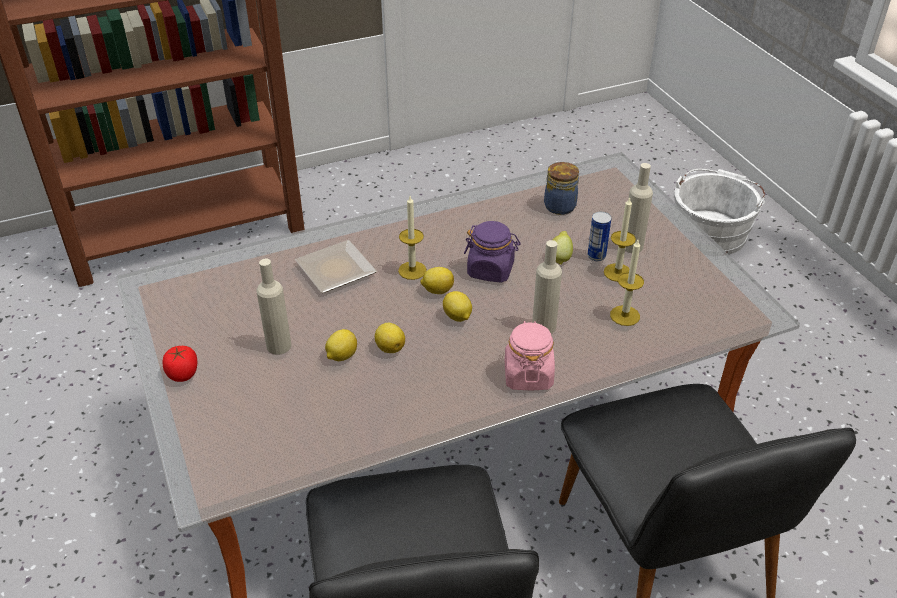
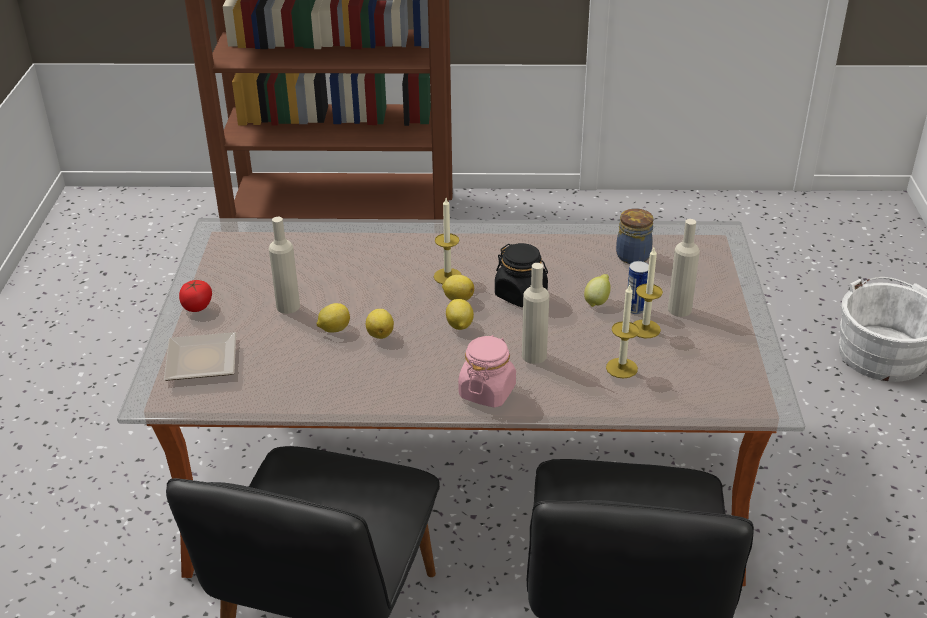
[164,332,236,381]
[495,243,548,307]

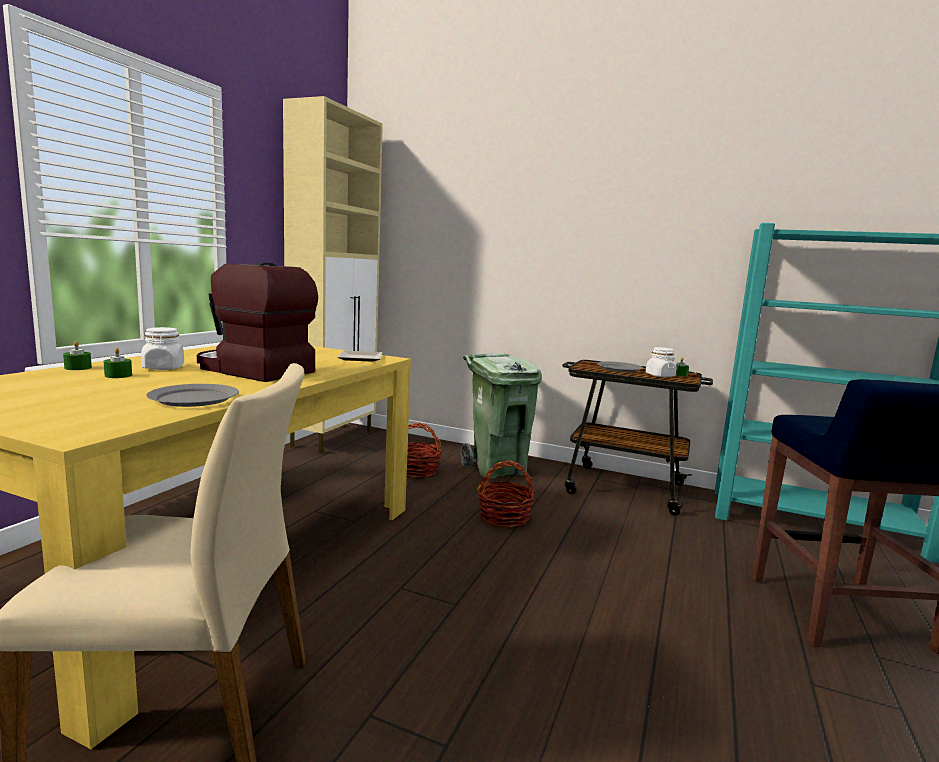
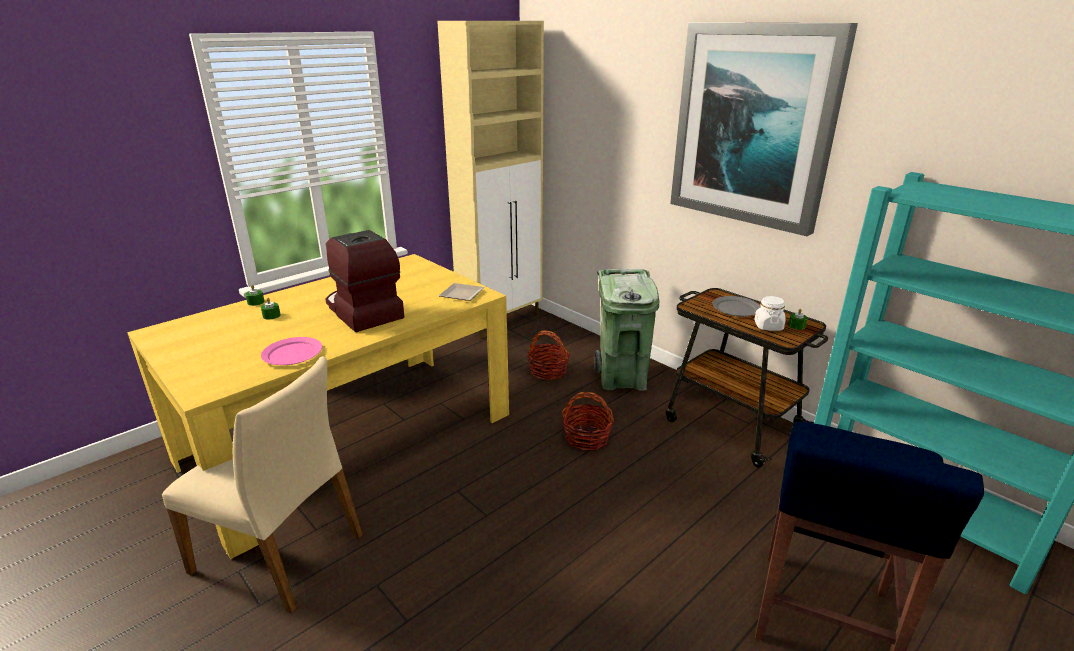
[141,327,184,370] (first image)
[670,23,858,236]
[261,337,322,365]

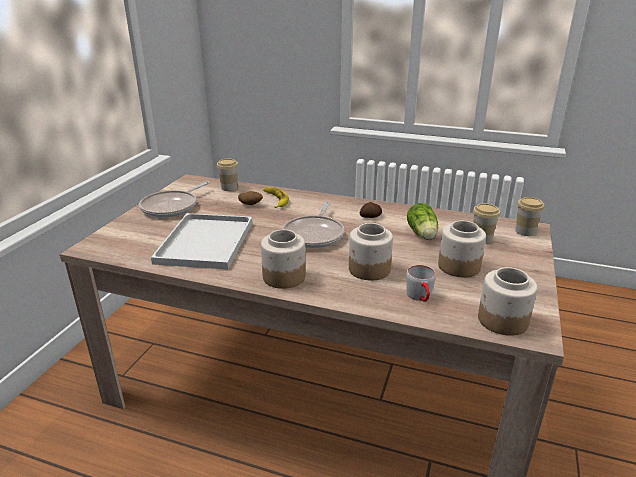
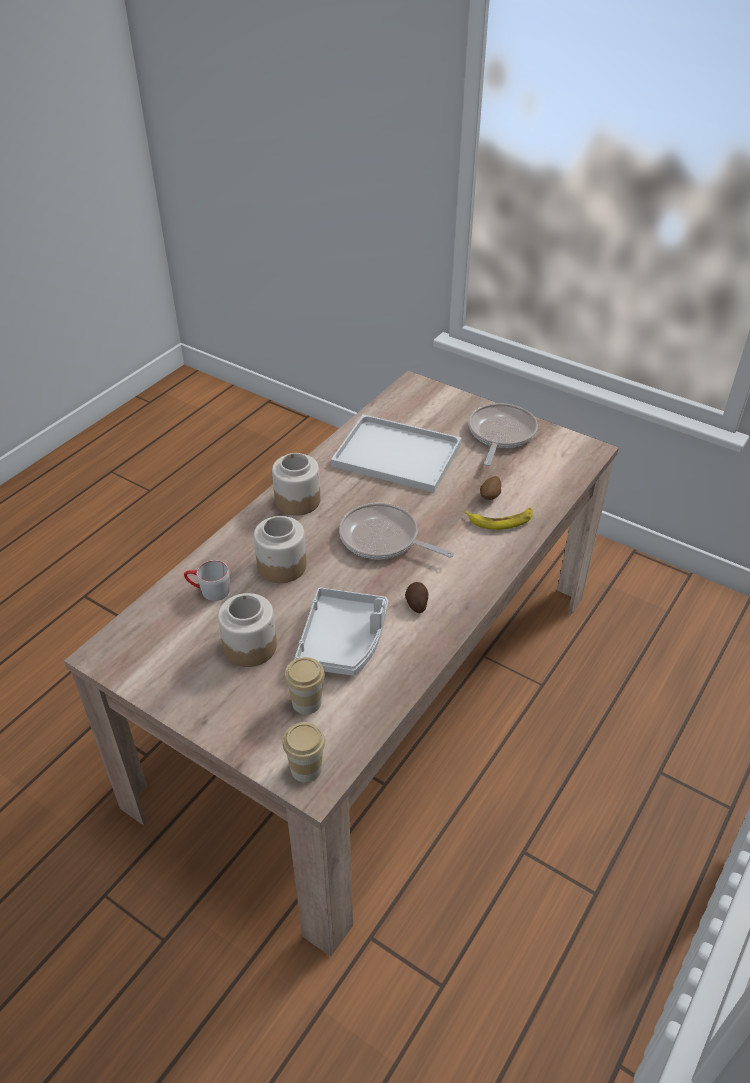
[217,159,238,191] (first image)
[478,267,538,336] (first image)
[294,587,389,676]
[469,403,538,466]

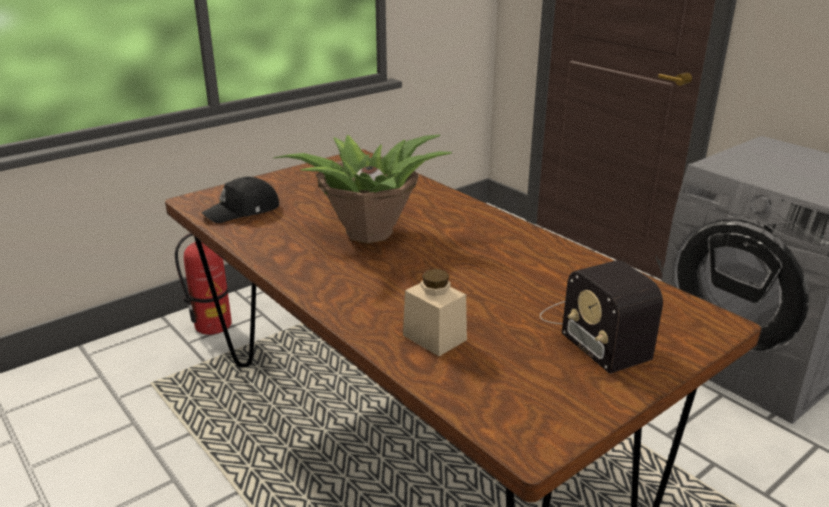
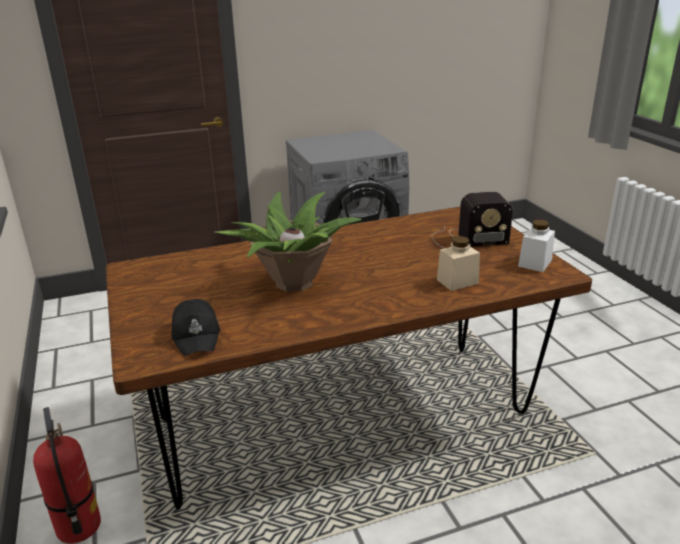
[518,220,555,272]

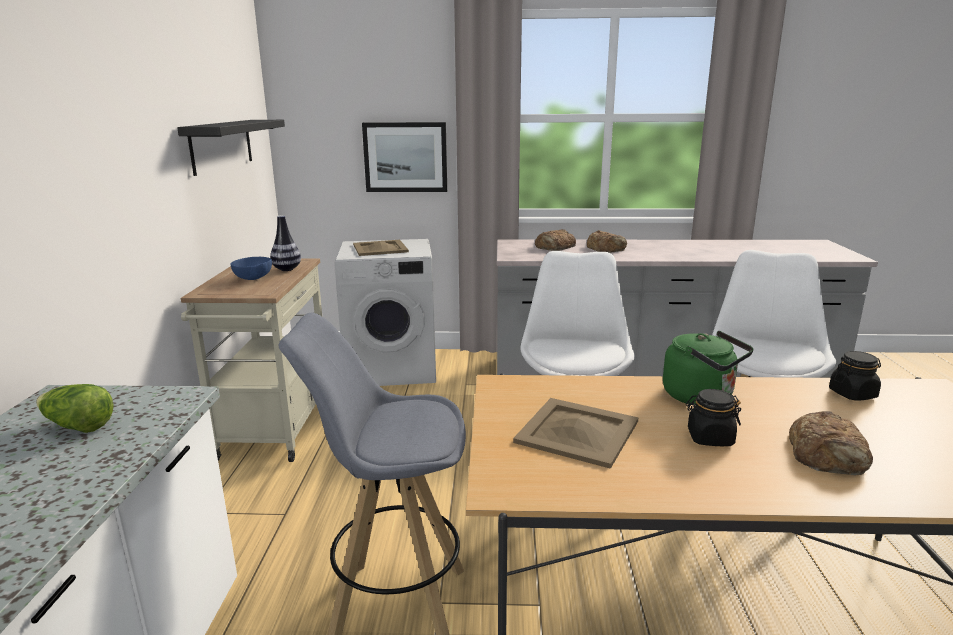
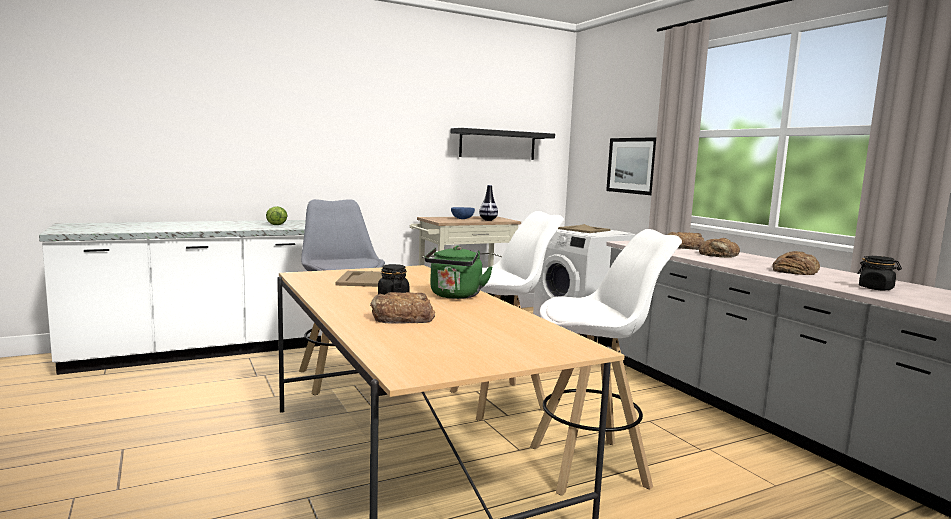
[772,251,820,275]
[857,256,902,290]

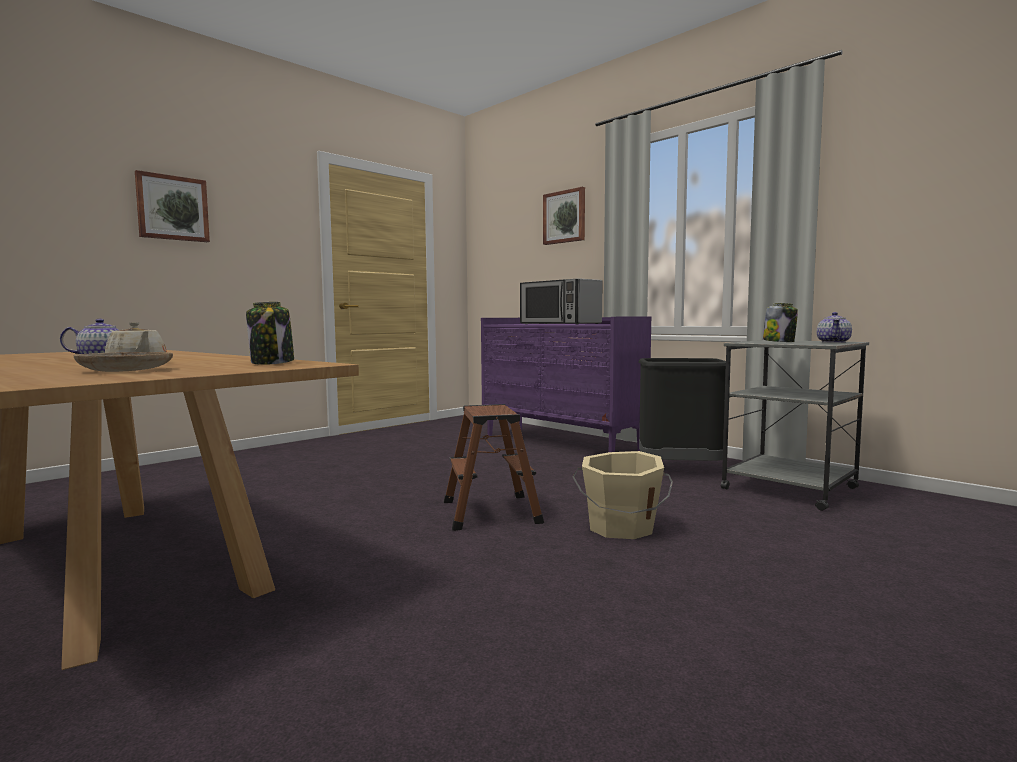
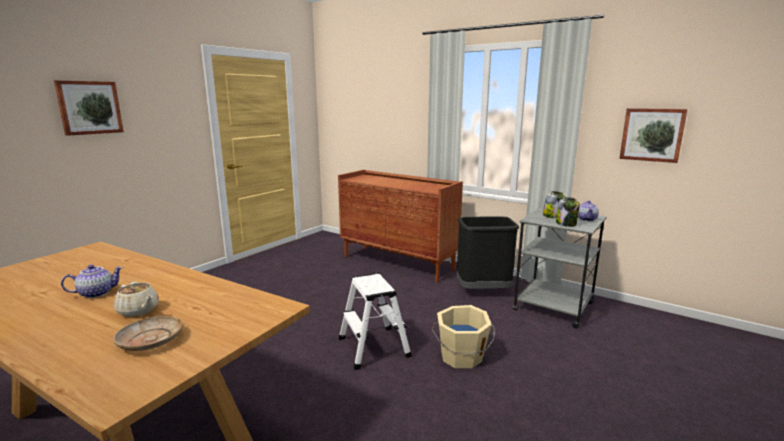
[520,278,602,324] (first image)
[556,197,580,227]
[619,108,688,163]
[338,273,412,370]
[338,170,463,282]

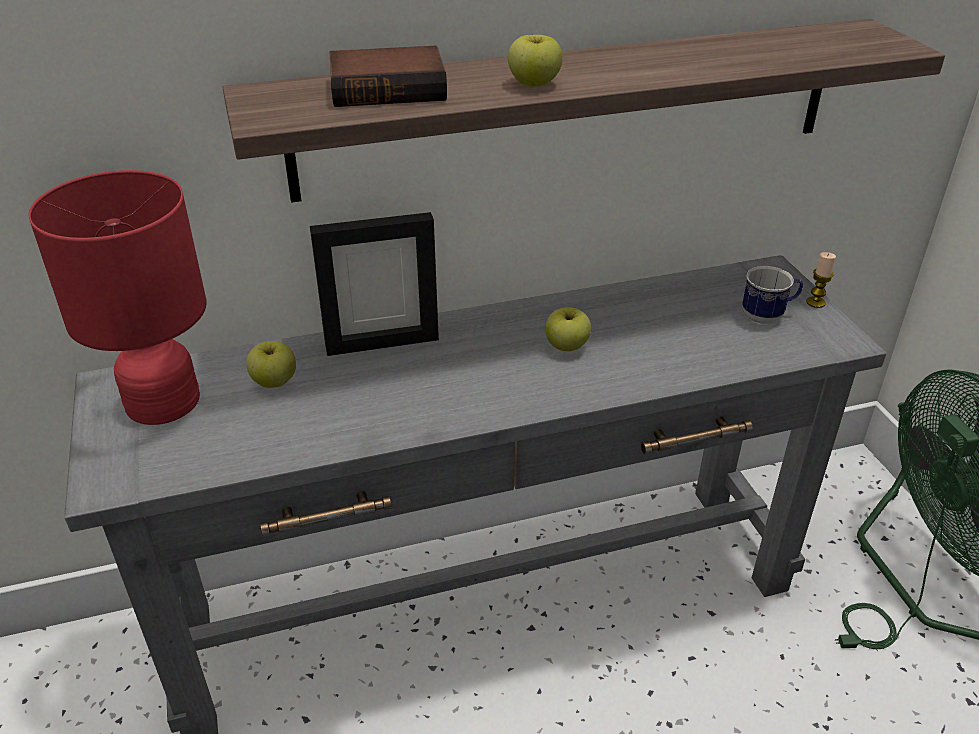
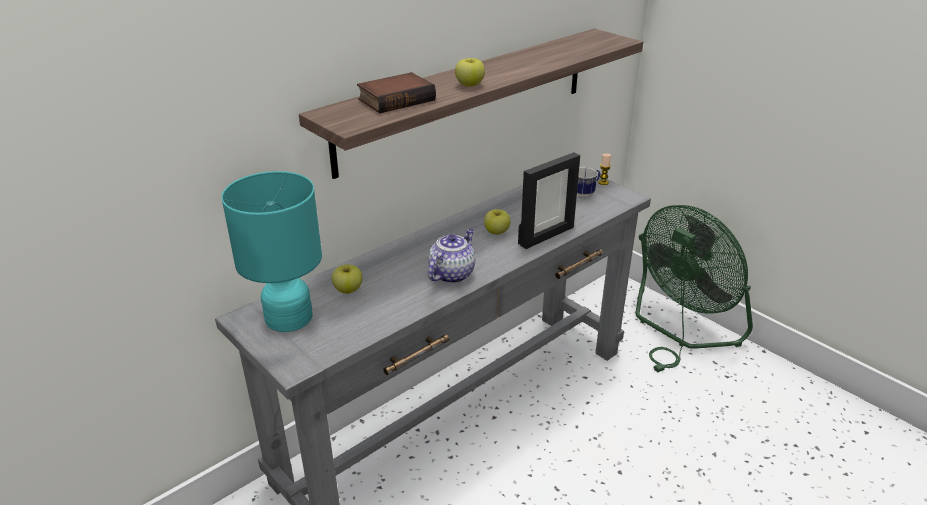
[428,229,475,283]
[518,152,580,249]
[221,171,322,332]

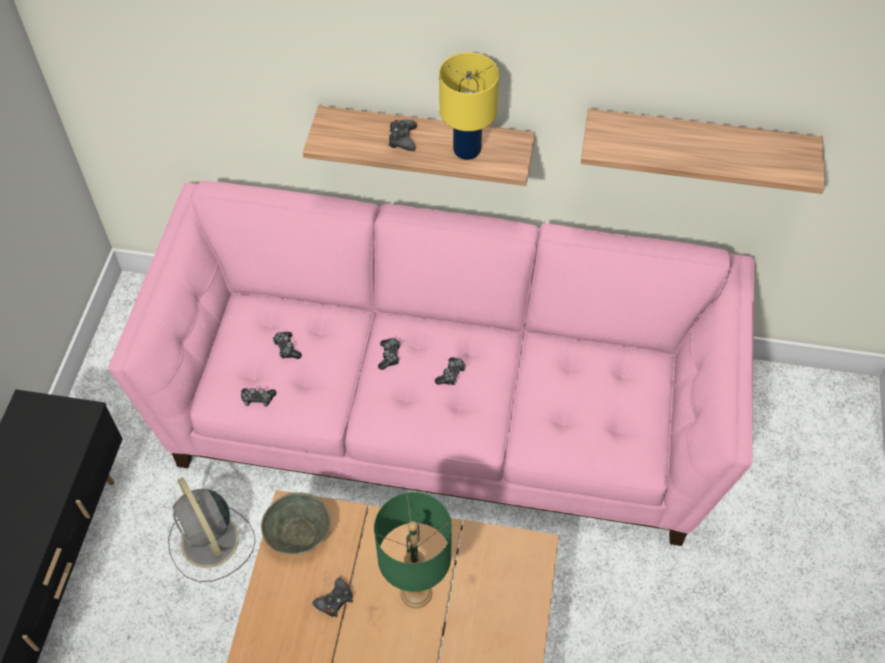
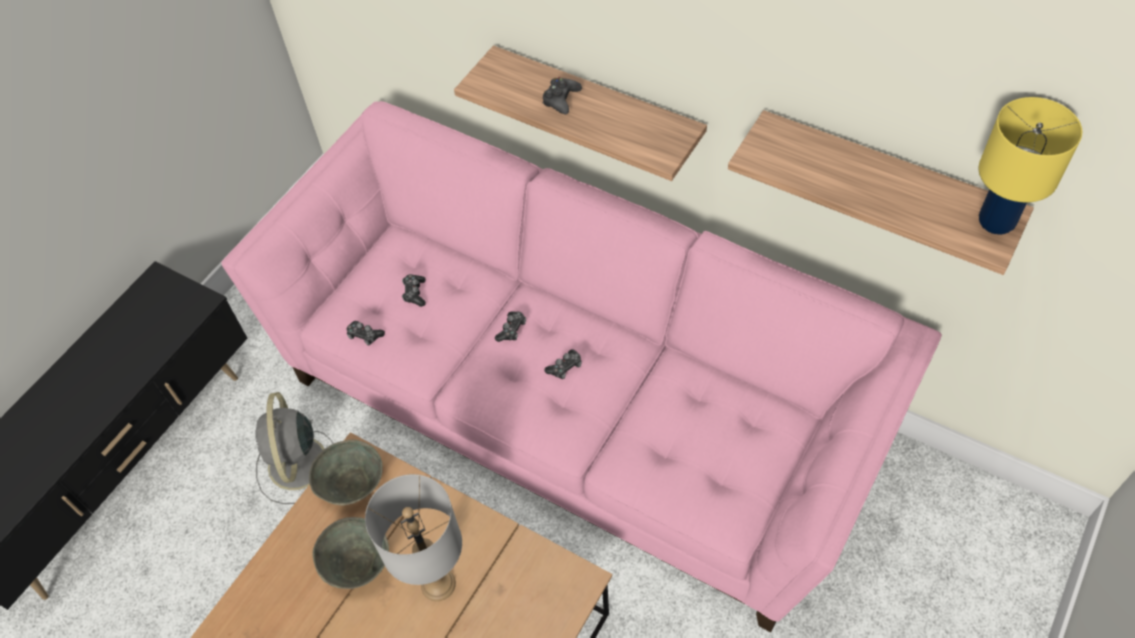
[978,97,1082,235]
[313,517,389,589]
[365,474,462,601]

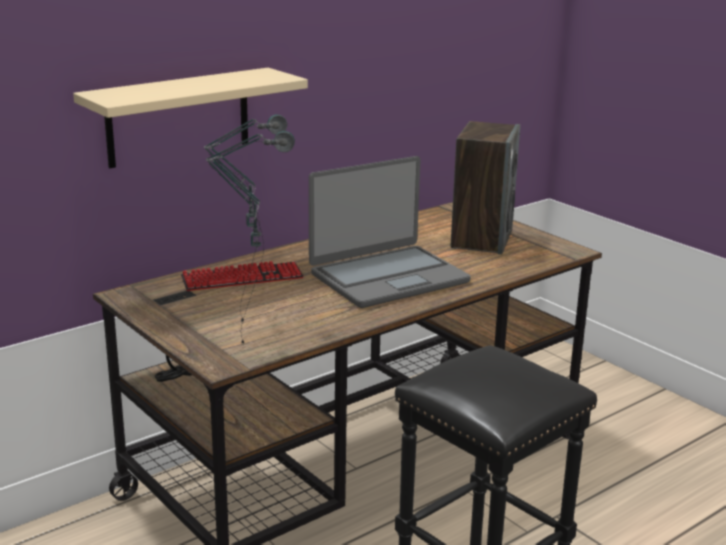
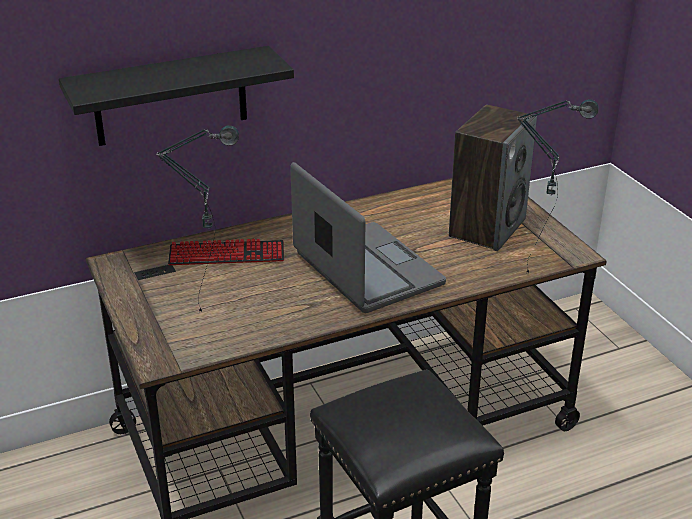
[517,99,599,274]
[59,46,294,146]
[290,162,446,313]

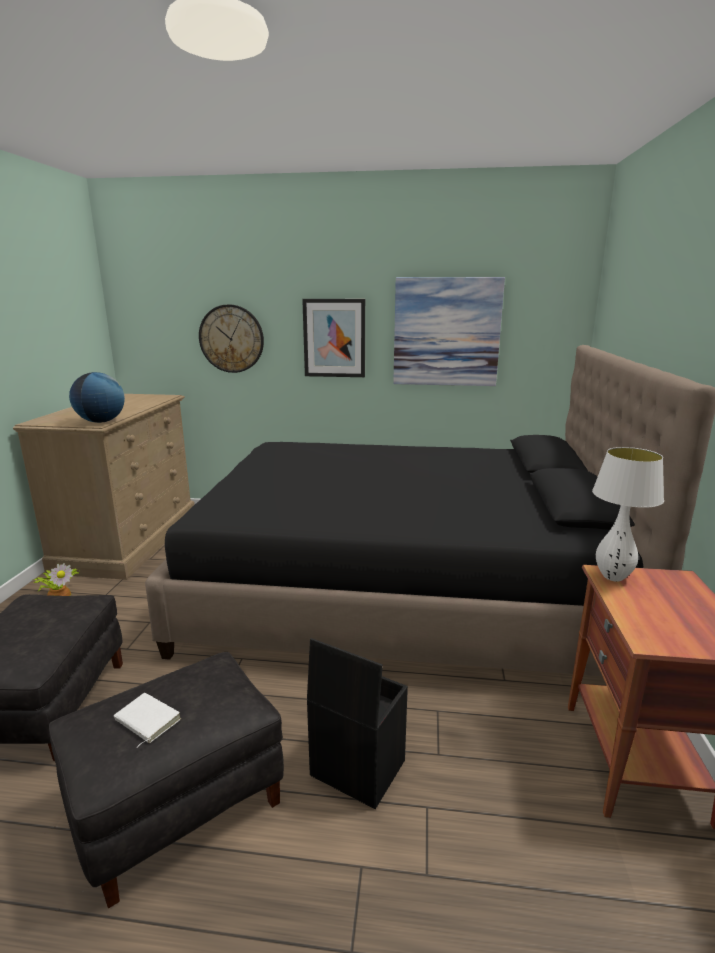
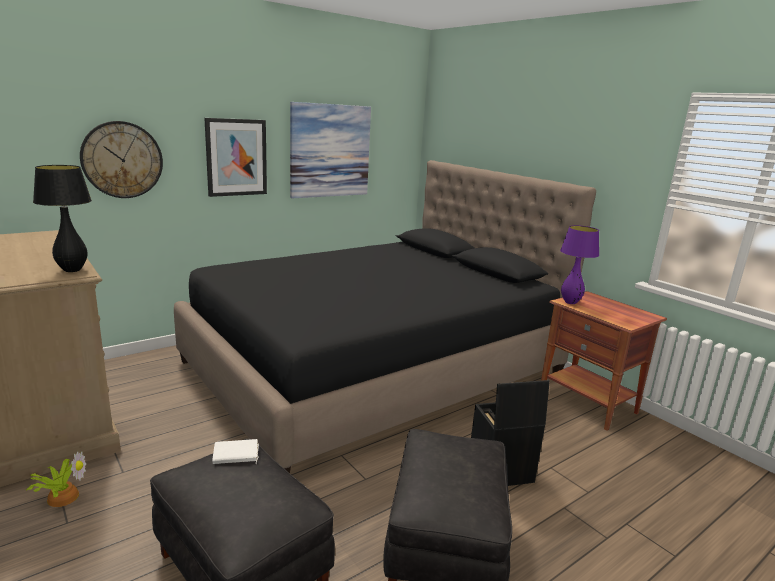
[212,439,259,464]
[33,165,92,272]
[560,225,599,304]

